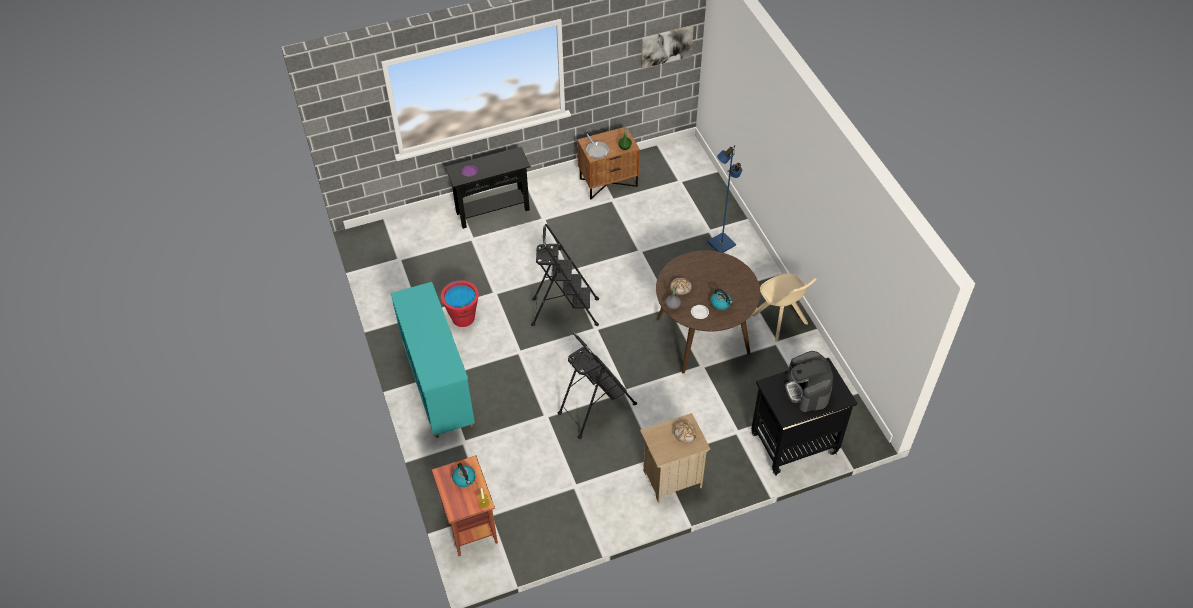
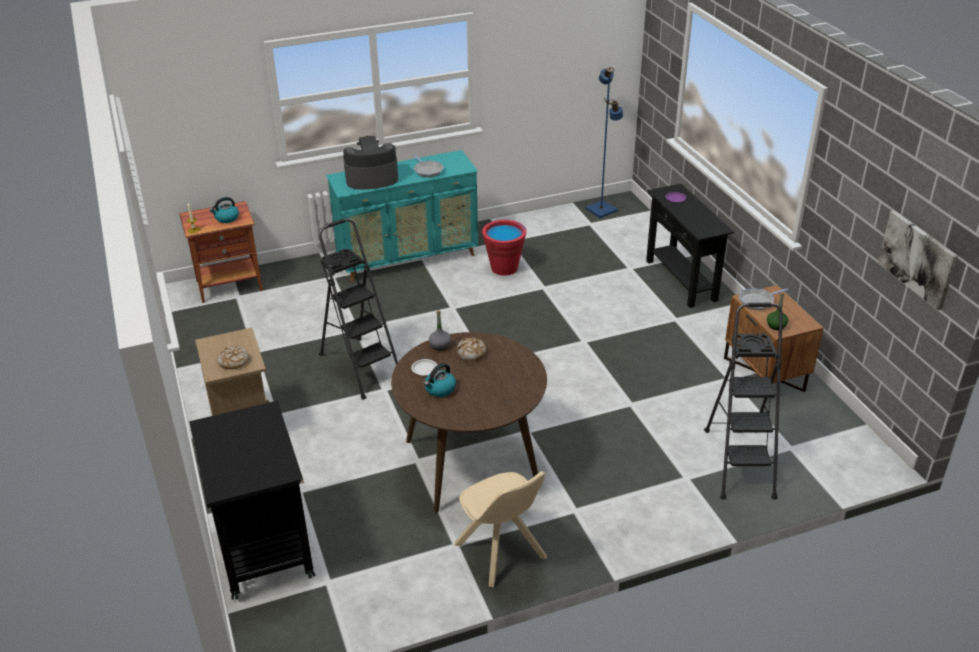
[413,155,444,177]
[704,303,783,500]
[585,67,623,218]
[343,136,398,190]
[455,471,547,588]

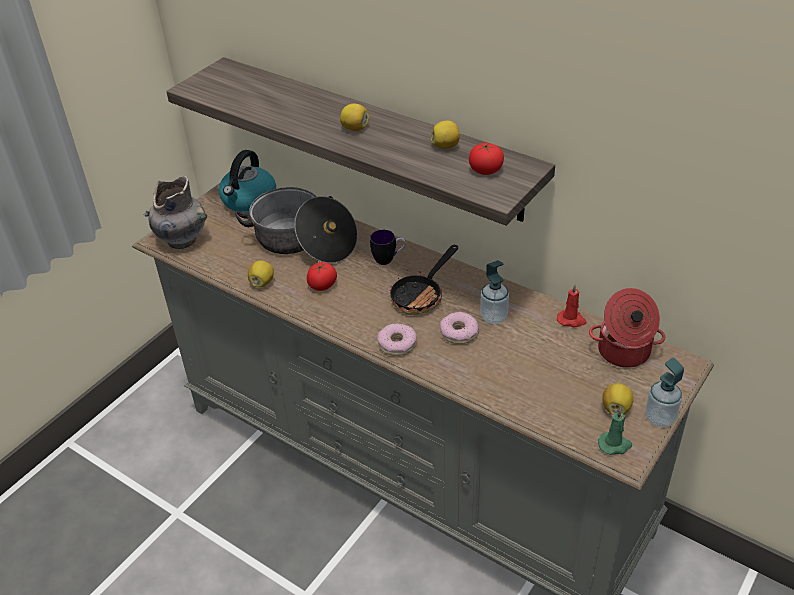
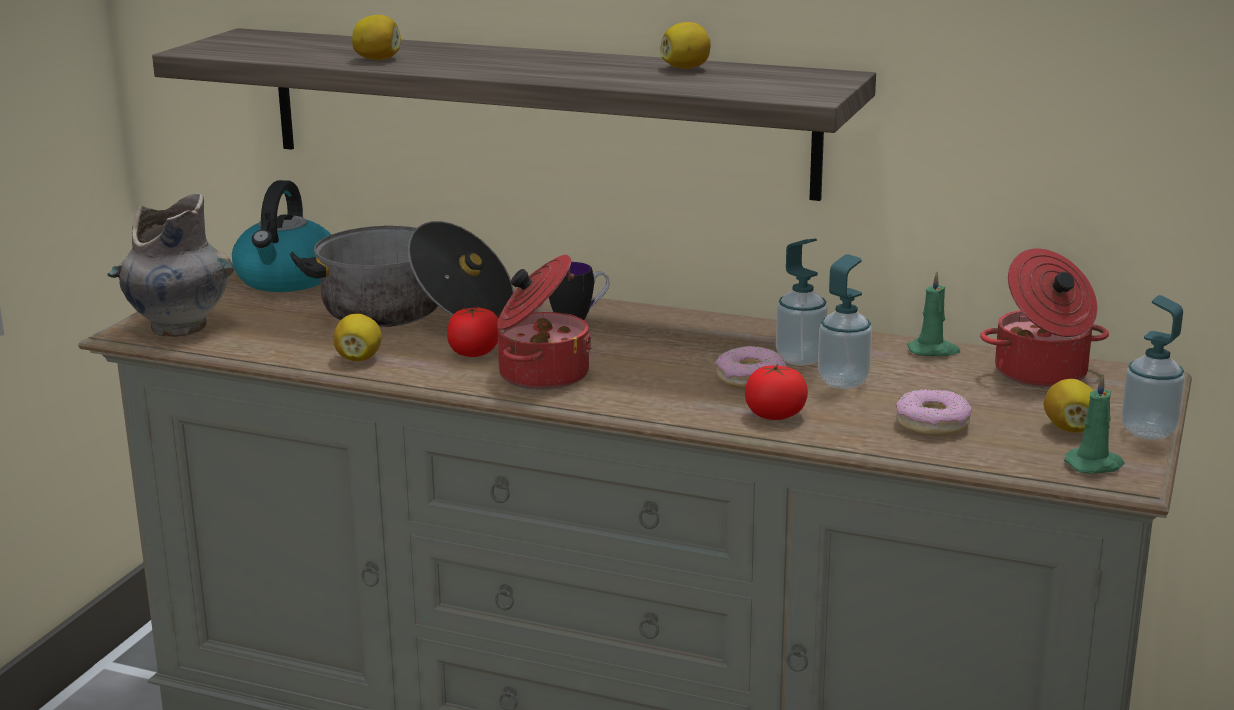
[389,245,458,315] (first image)
[497,255,592,390]
[818,254,872,389]
[352,15,401,60]
[896,389,972,436]
[745,364,808,420]
[908,271,960,357]

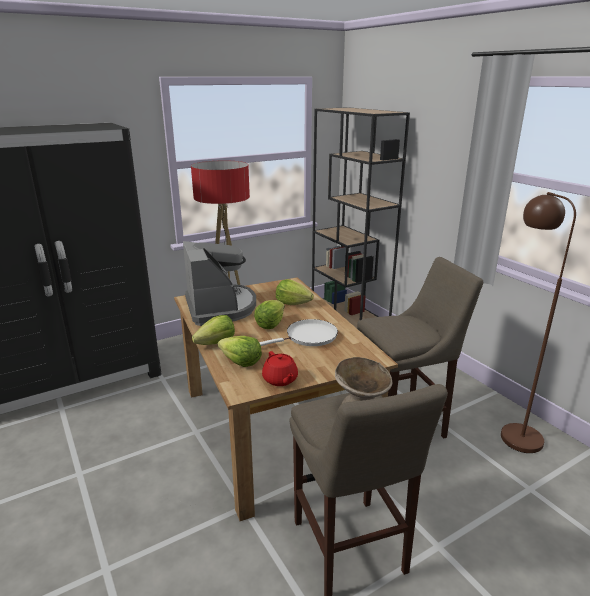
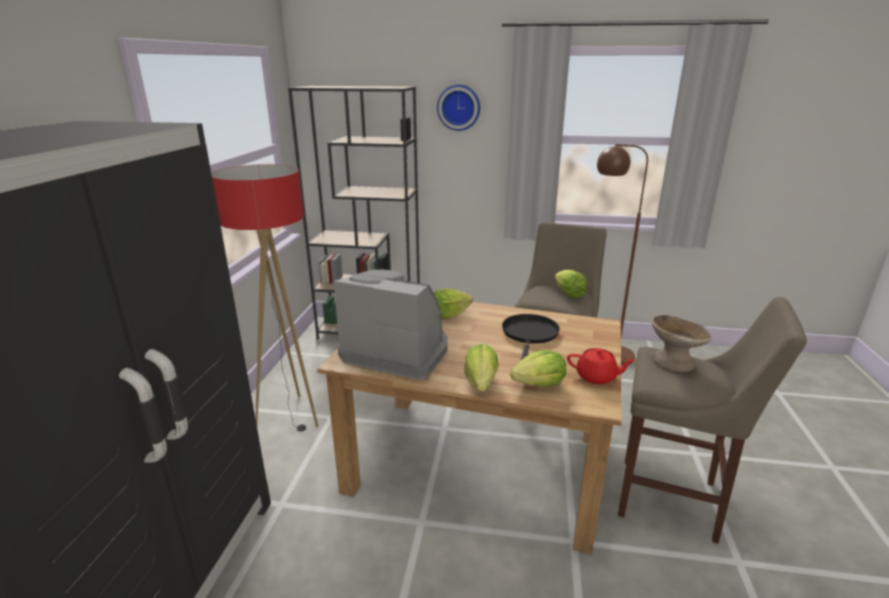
[437,85,480,131]
[555,270,587,298]
[502,314,560,360]

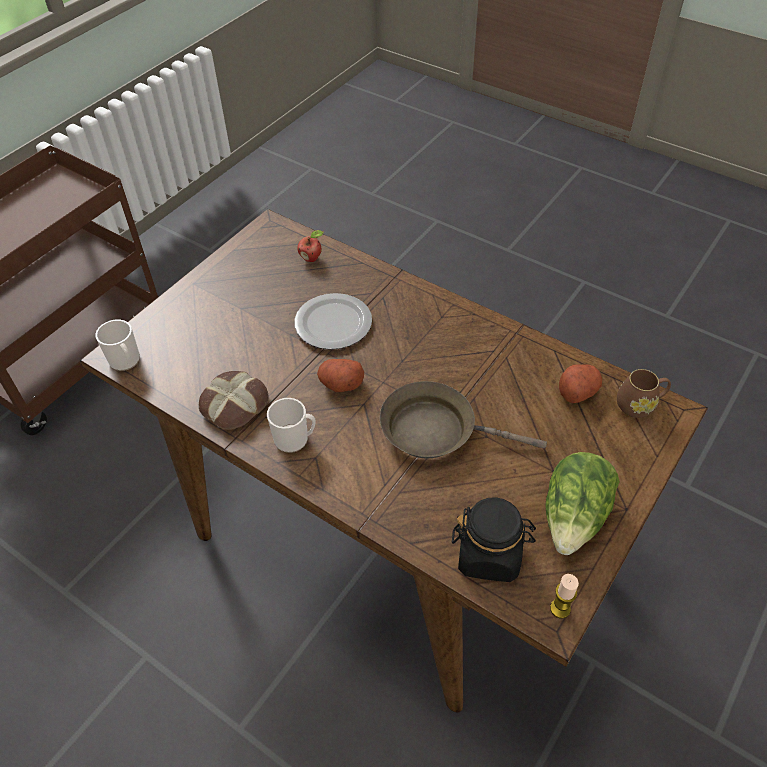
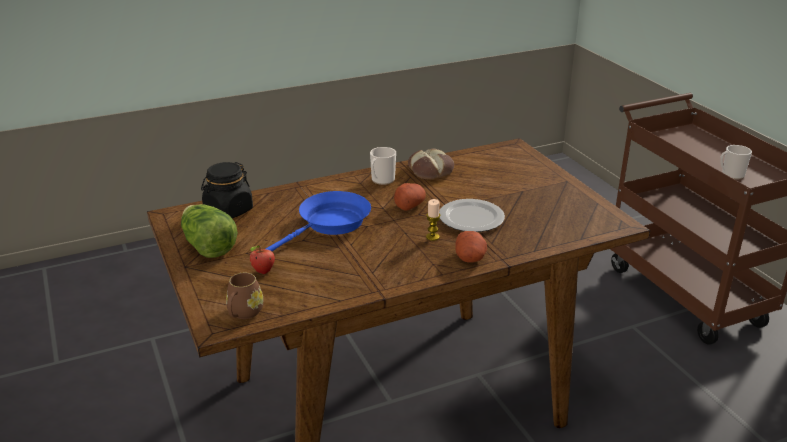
[720,145,752,179]
[250,245,275,274]
[426,199,441,241]
[455,231,487,263]
[266,191,371,251]

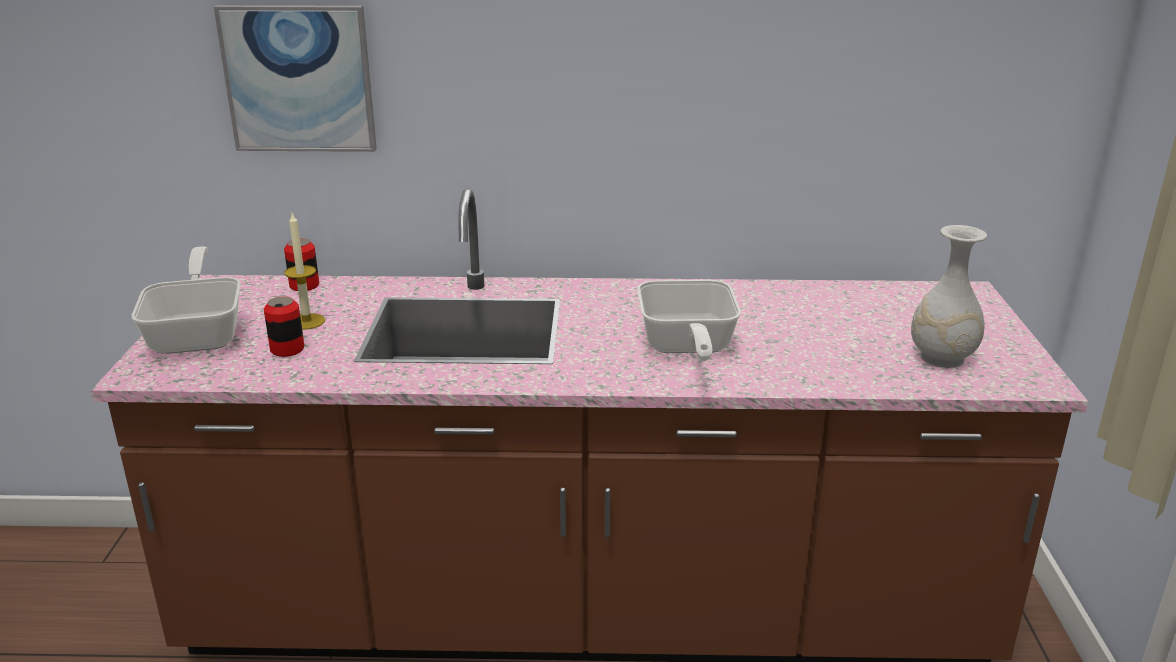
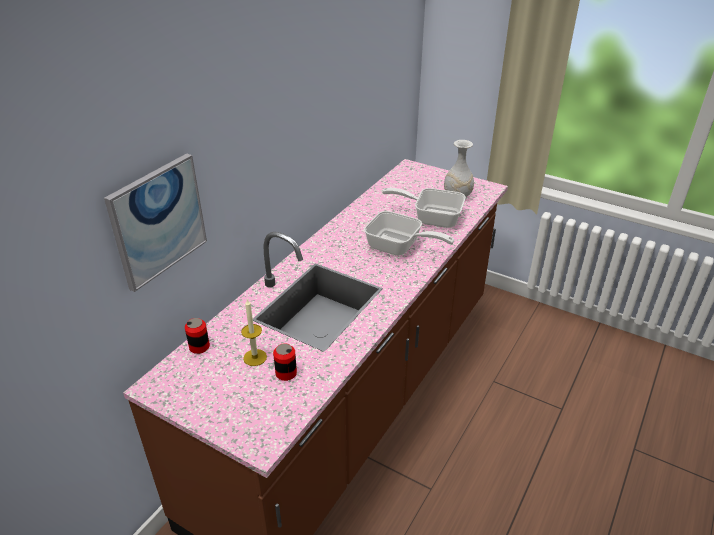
[382,188,466,228]

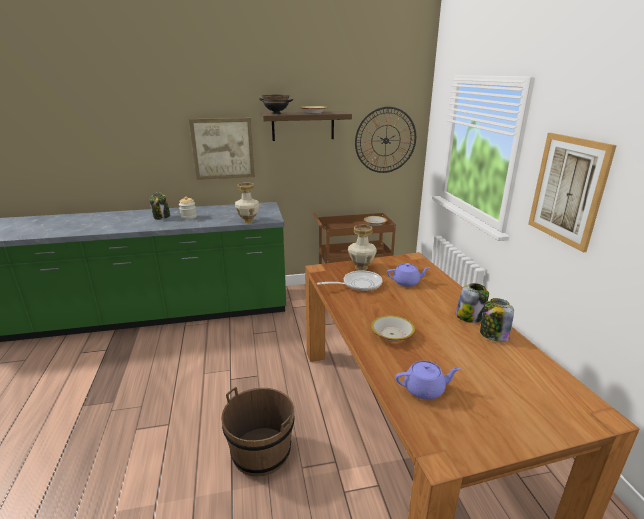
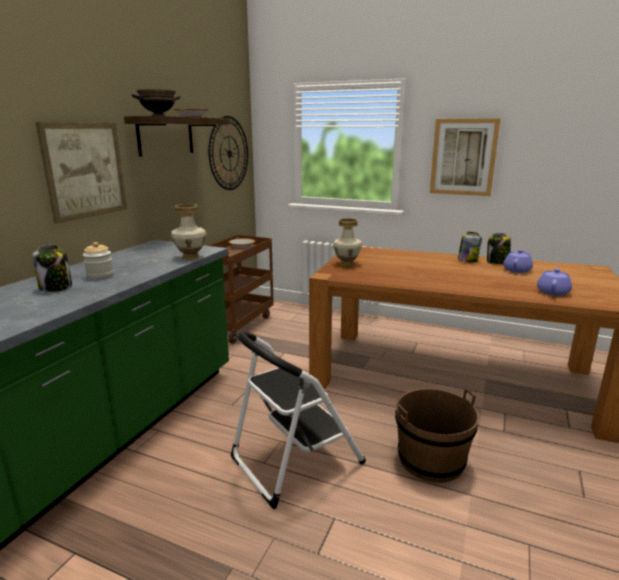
[317,270,382,291] (first image)
[371,315,415,342] (first image)
[231,332,366,509]
[503,250,533,273]

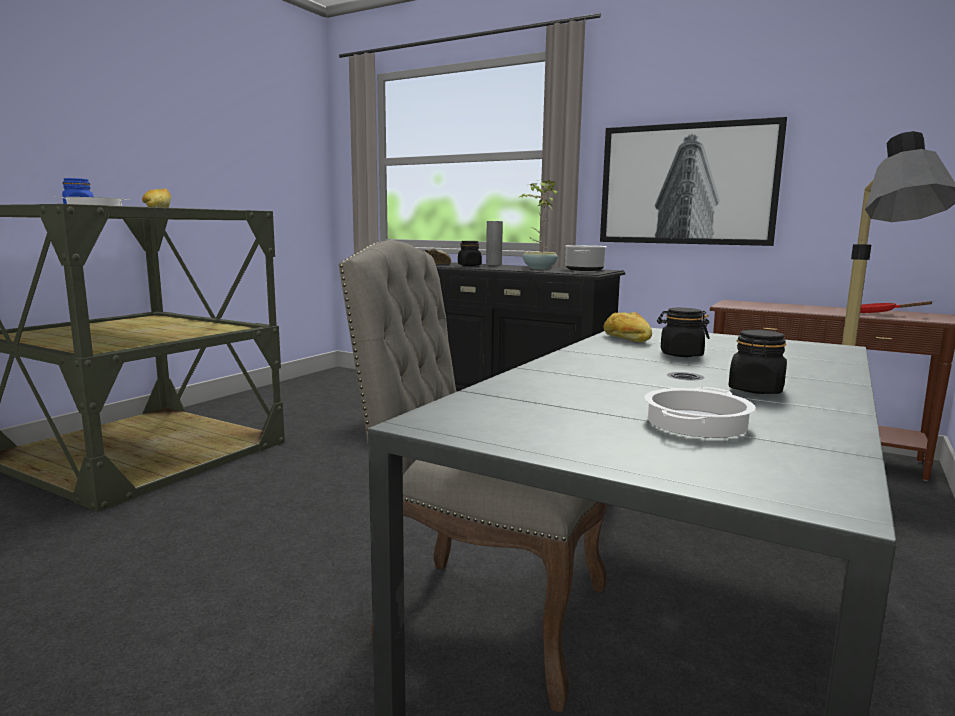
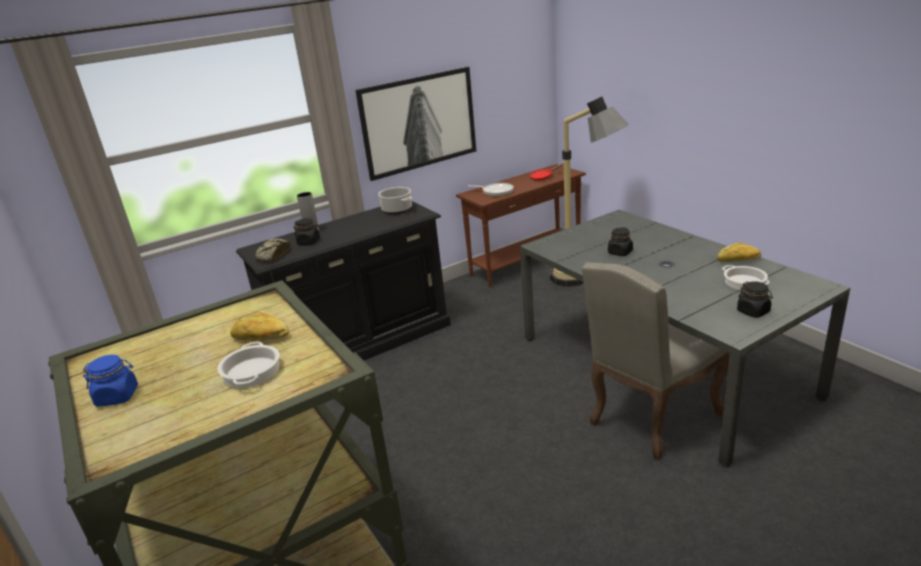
[520,180,558,269] (first image)
[468,183,514,196]
[717,242,762,262]
[737,281,773,318]

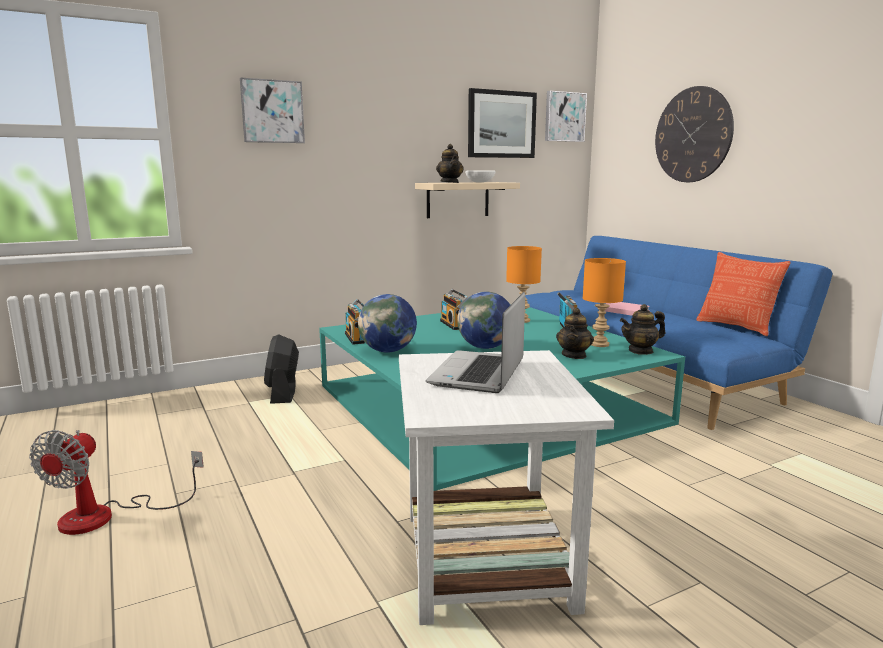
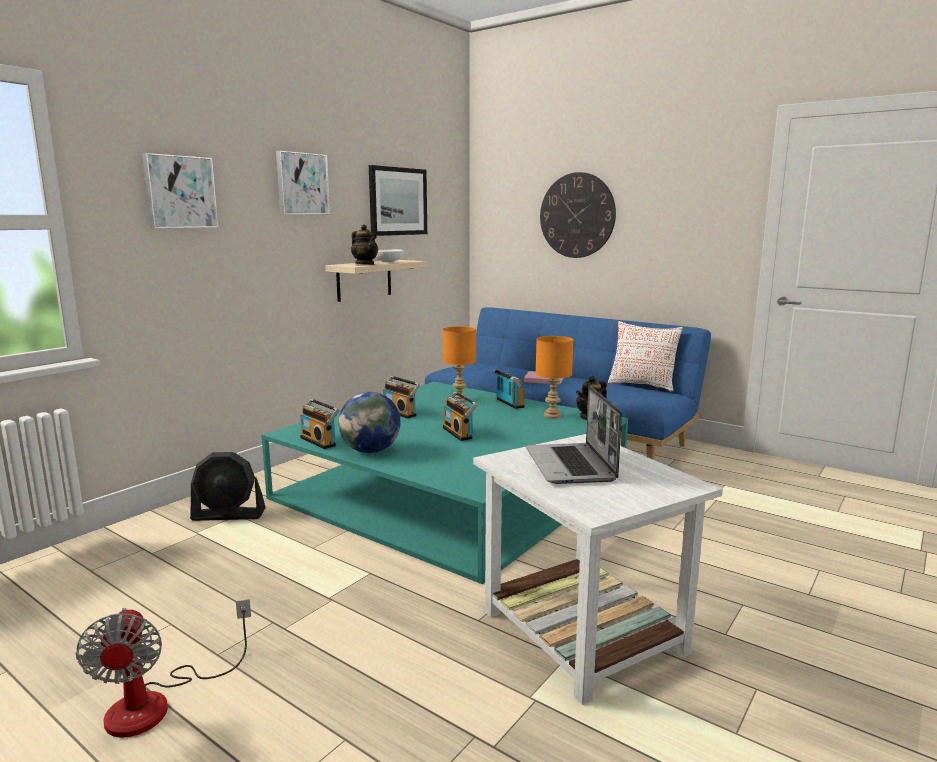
[556,308,594,359] (first image)
[276,151,330,214]
[443,391,478,441]
[608,321,683,392]
[190,452,266,521]

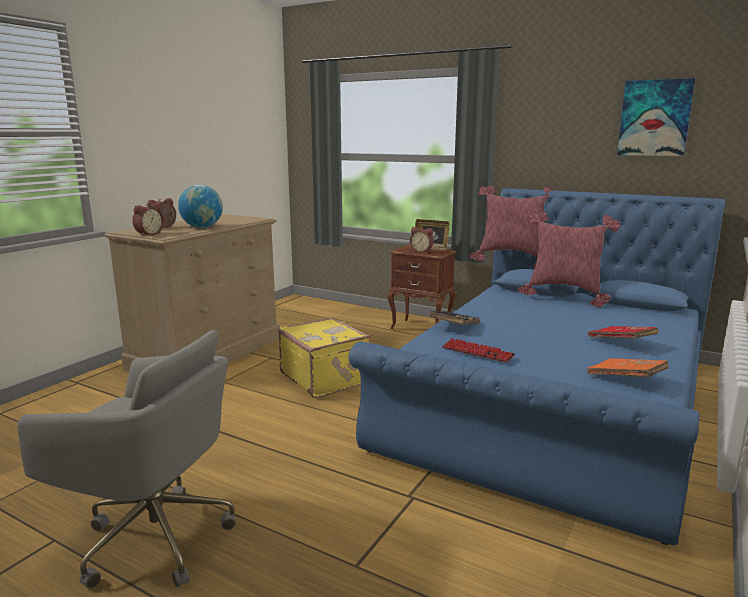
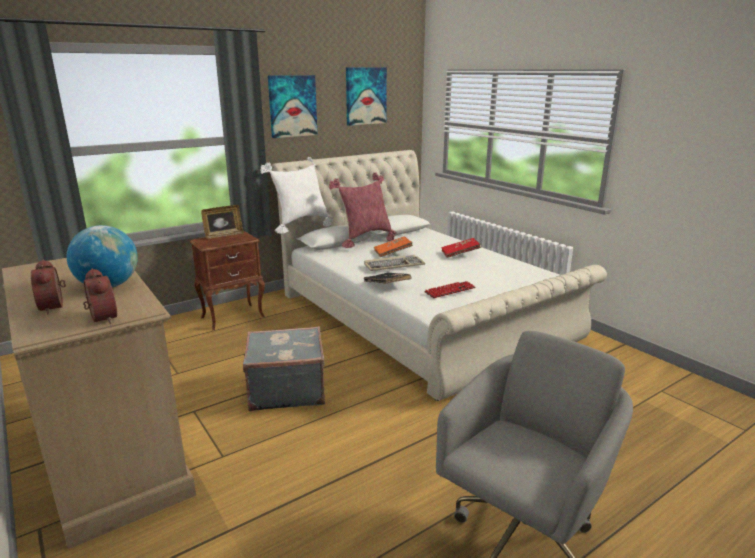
[410,227,434,253] (first image)
[268,75,318,138]
[364,255,425,271]
[374,236,413,257]
[243,326,325,412]
[271,150,607,401]
[260,157,333,234]

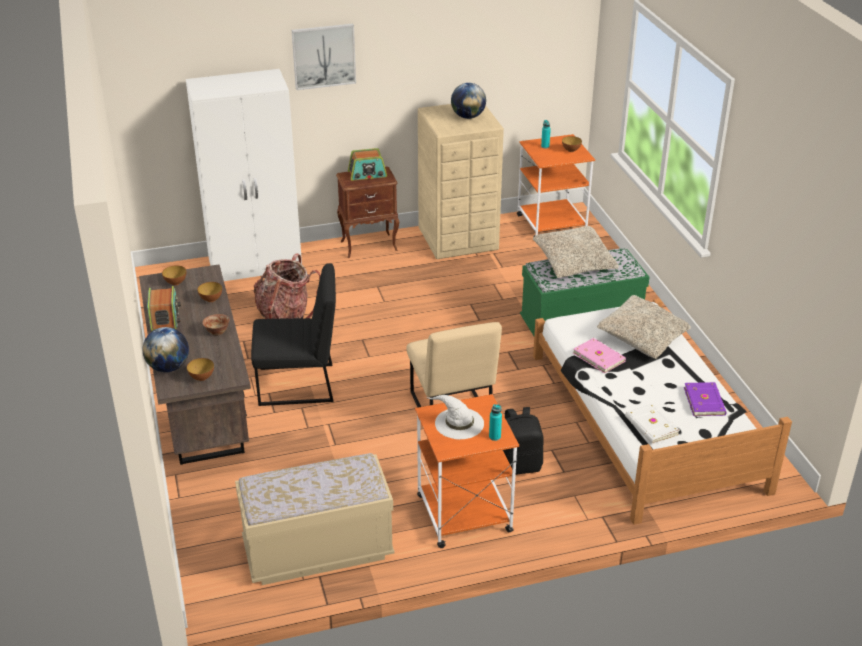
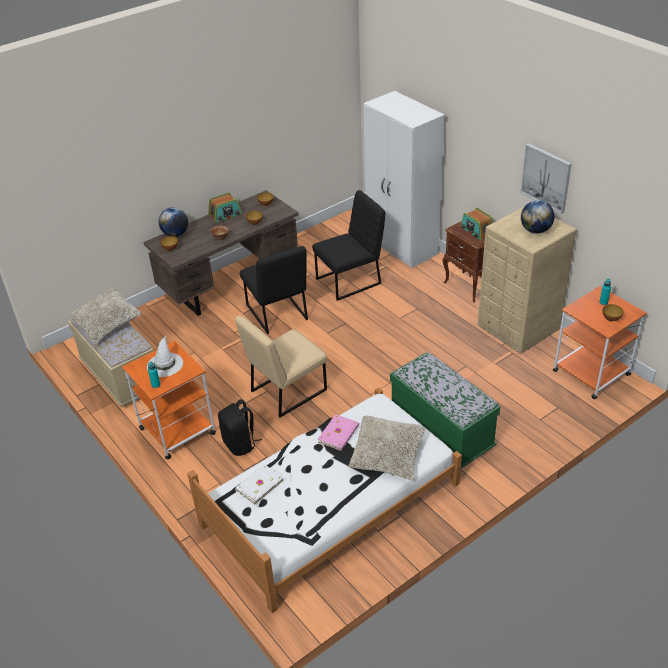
[684,382,727,416] (first image)
[521,143,572,214]
[70,288,141,344]
[312,190,386,301]

